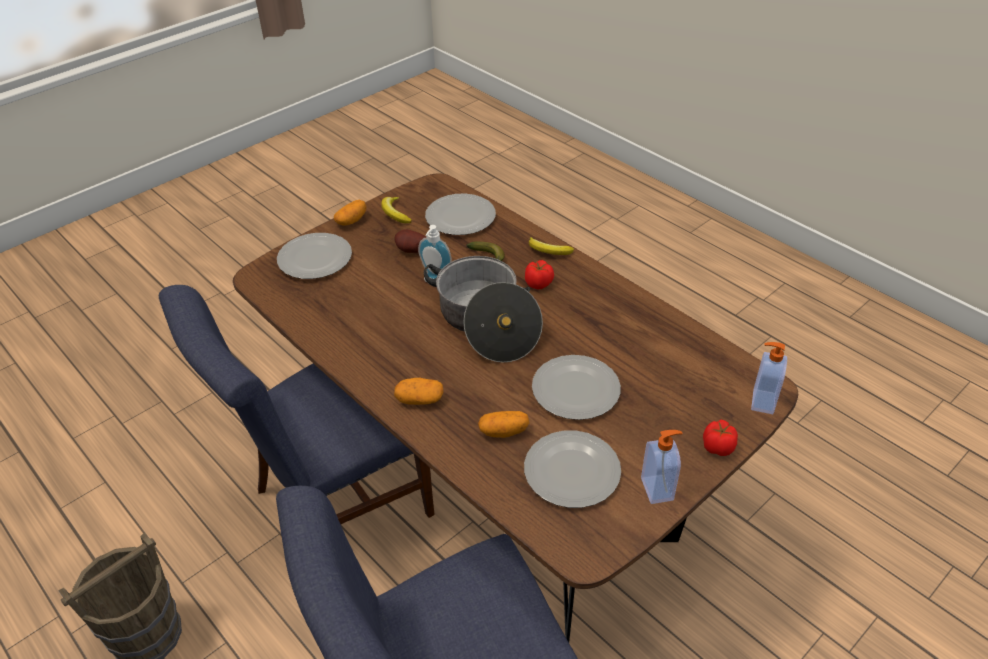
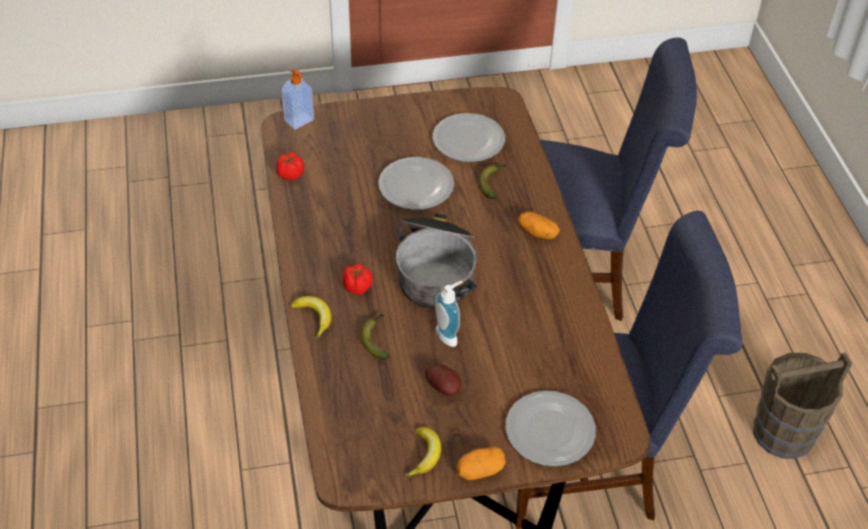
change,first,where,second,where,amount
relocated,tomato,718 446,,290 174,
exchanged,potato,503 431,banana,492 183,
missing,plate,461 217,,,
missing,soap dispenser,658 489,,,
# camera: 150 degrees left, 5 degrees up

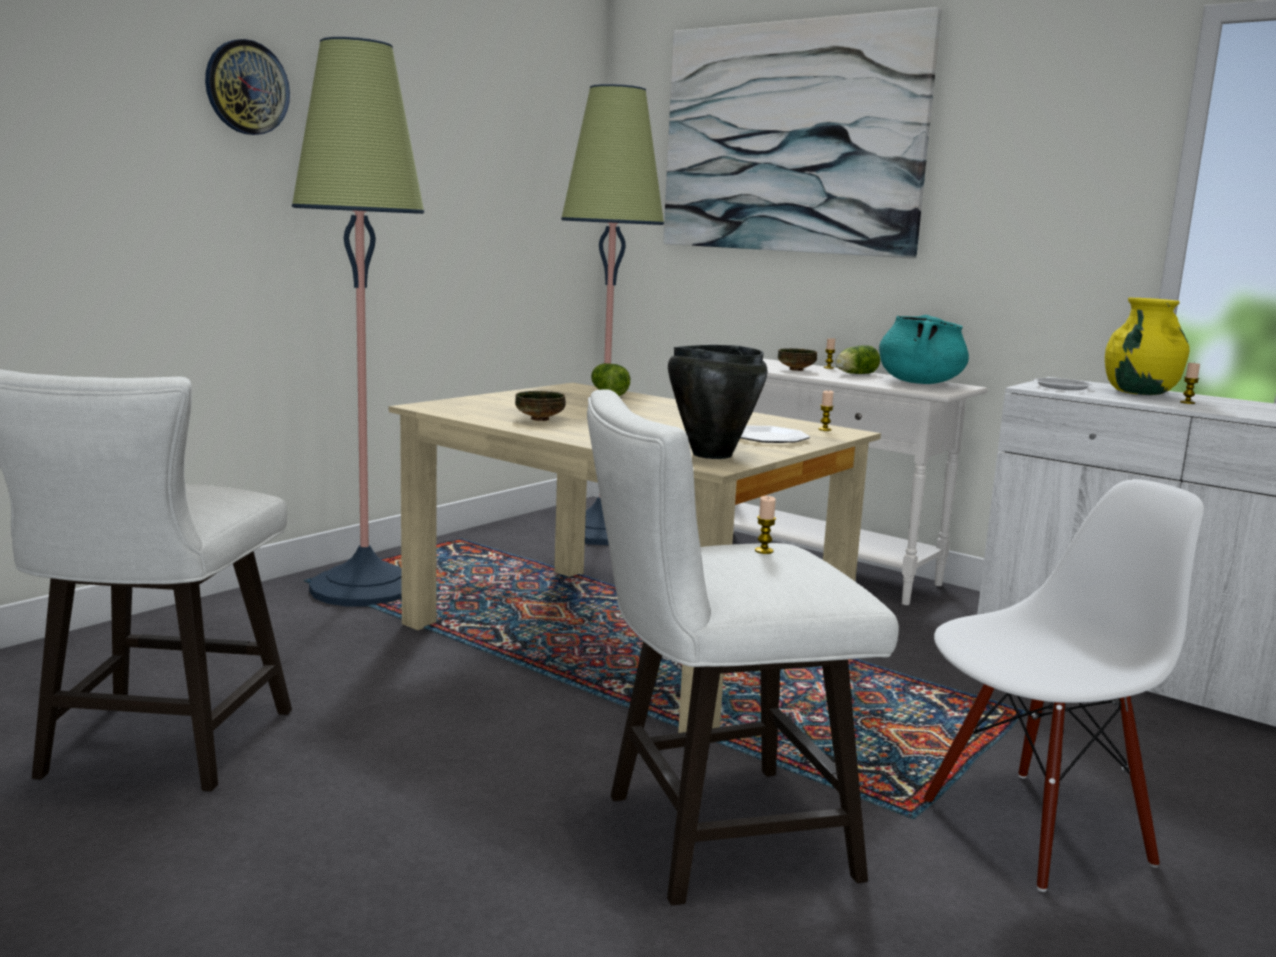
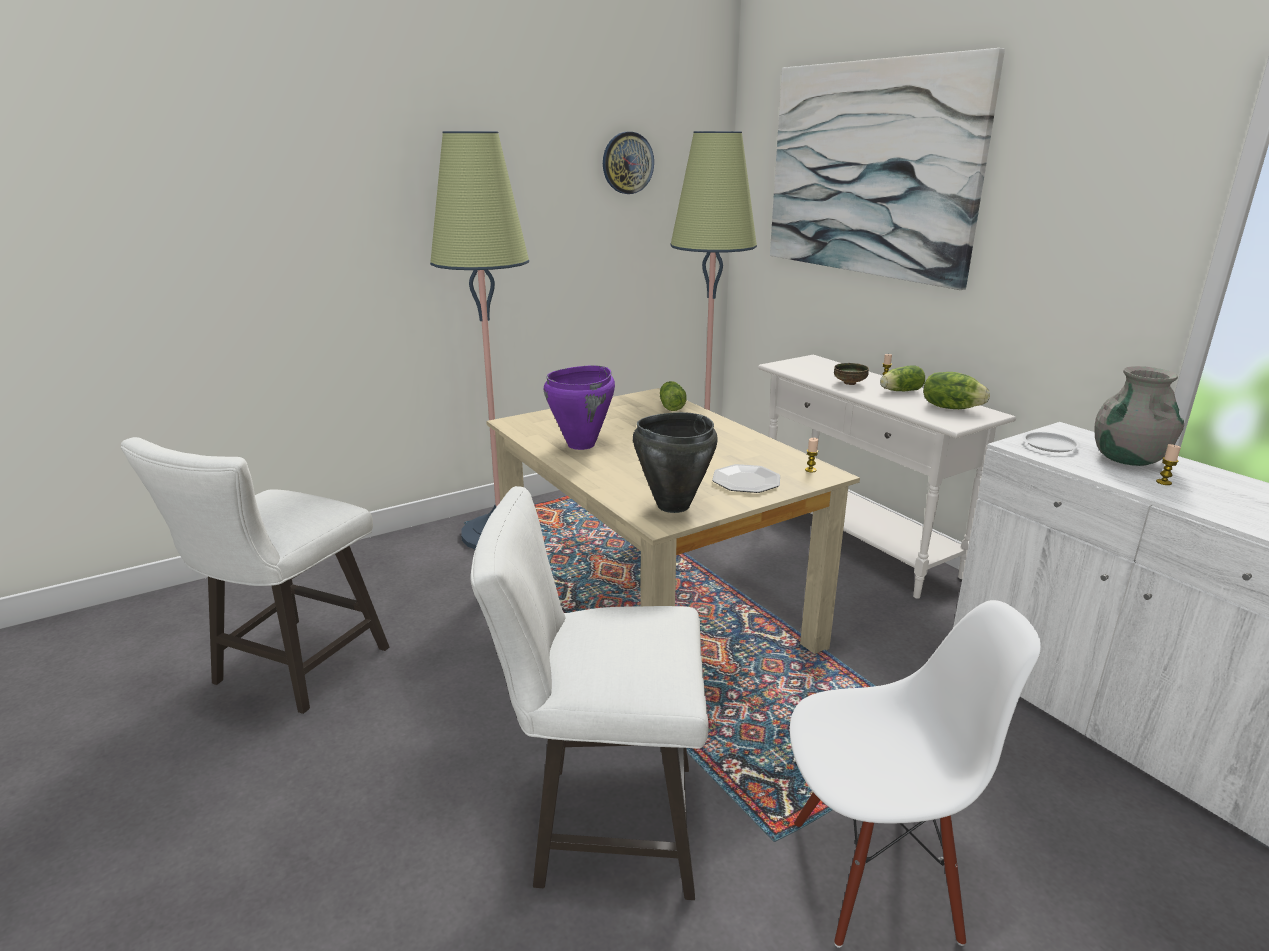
change,first,where,second,where,amount
exchanged,bowl,540 419,cooking pot (purple),582 445,
relocated,wall clock,246 87,,627 163,
exchanged,cooking pot (turquoise),919 383,lettuce,950 407,
colour,vase (yellow),1139 393,vase (grey),1127 459,
missing,candle,764 551,,,
# camera: 20 degrees right, 10 degrees up

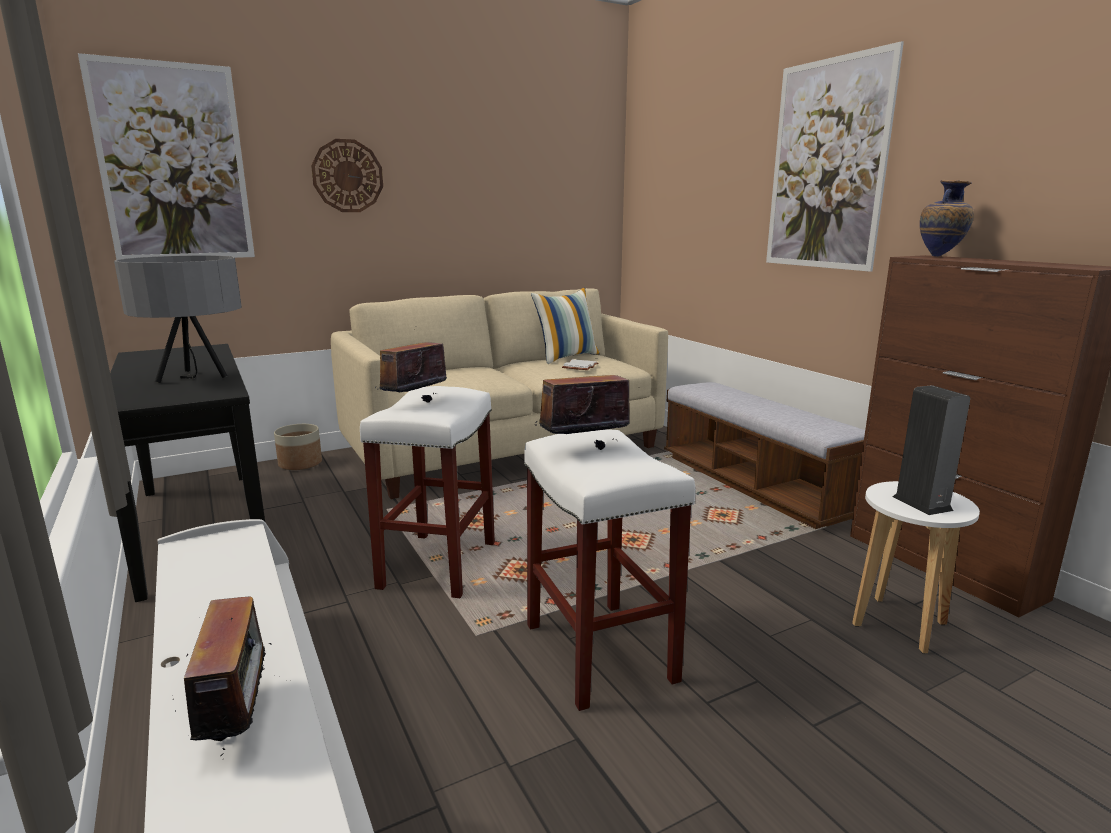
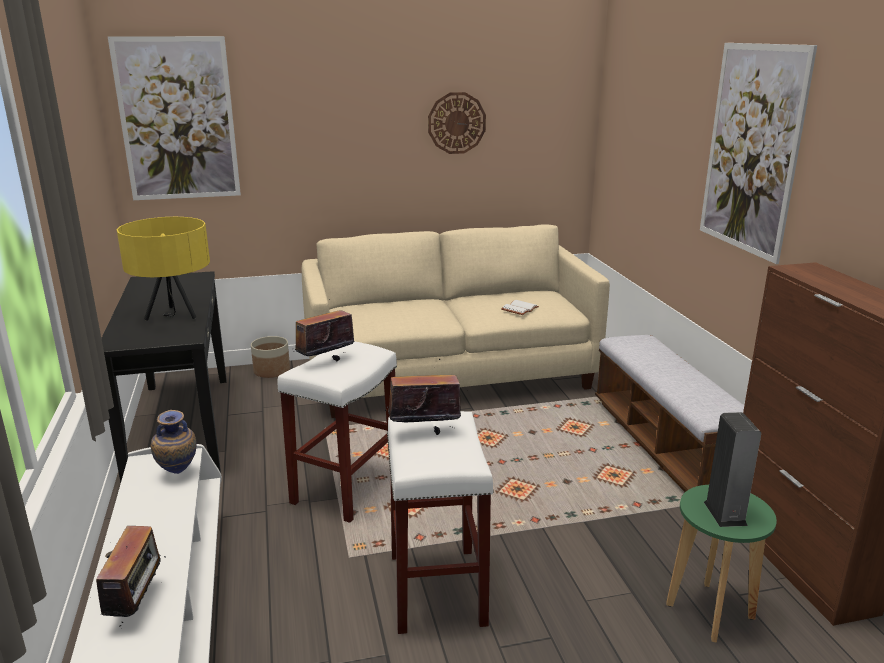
change,first,where,second,where,amount
colour,table lamp (grey),196 378,table lamp (yellow),174 316,
relocated,vase,940 257,,178 474,
relocated,wall clock,347 176,,456 123,
colour,stool (white),899 625,stool (green),710 612,
missing,pillow,566 357,,,
# camera: 15 degrees right, 5 degrees up

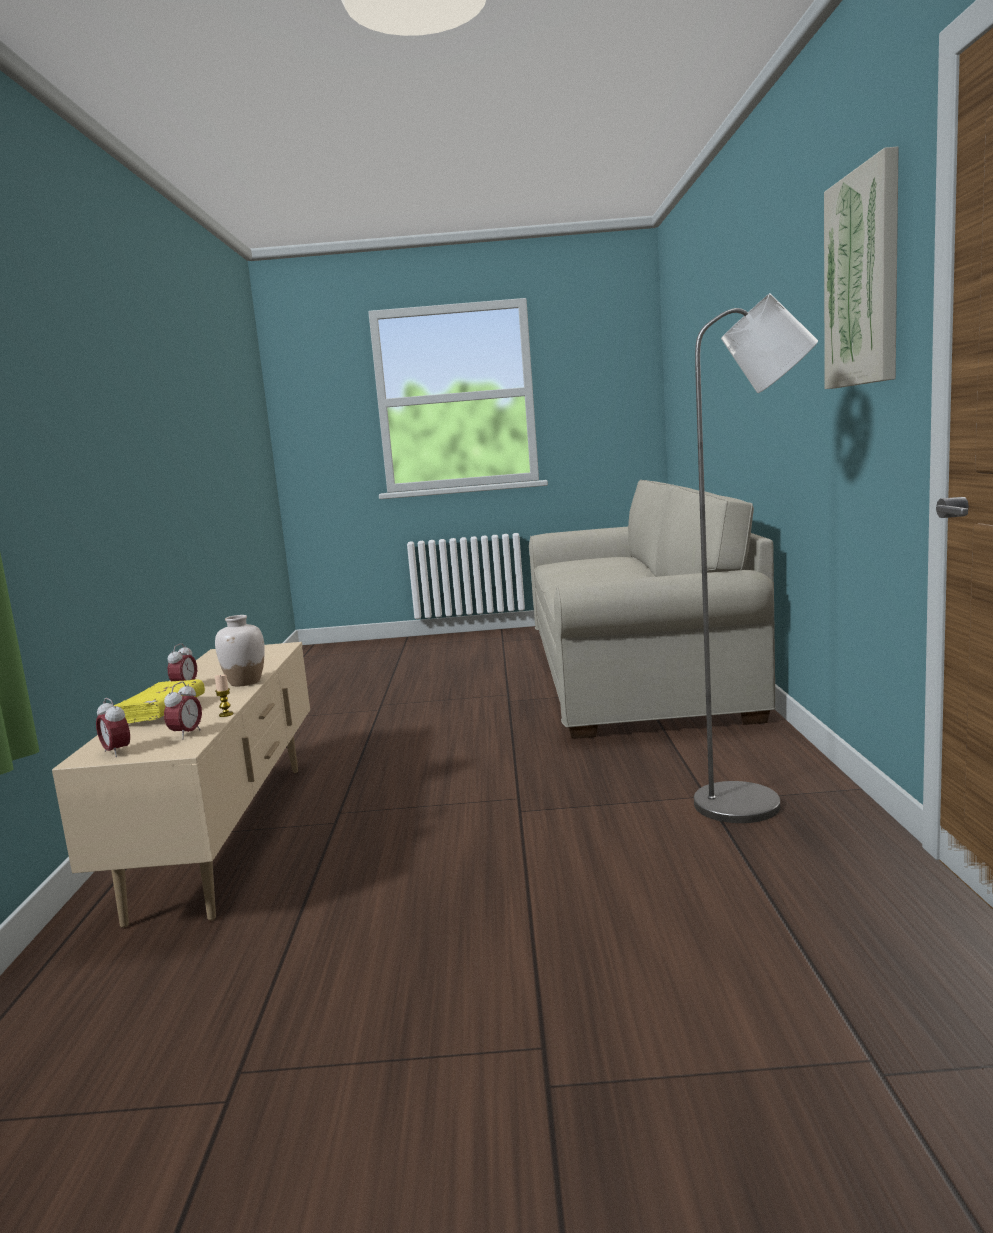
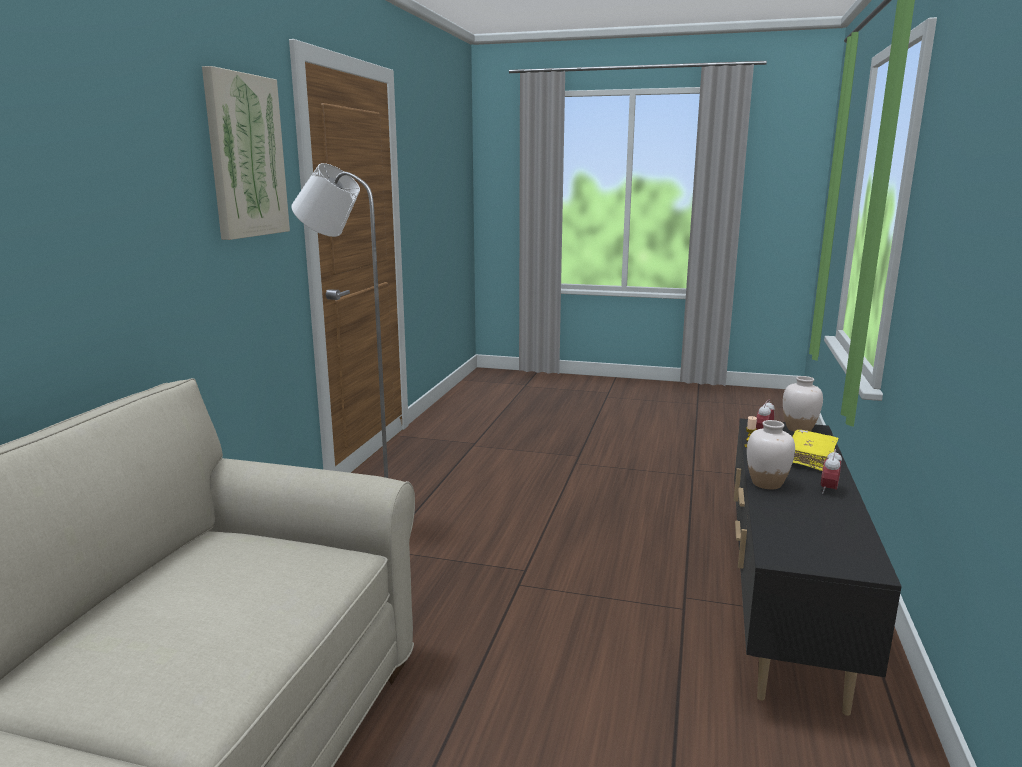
change,first,where,second,where,amount
colour,tv stand (beige),228 834,tv stand (black),783 607,
exchanged,alarm clock,117 752,vase (white),798 429,
# camera: 165 degrees left, 5 degrees up

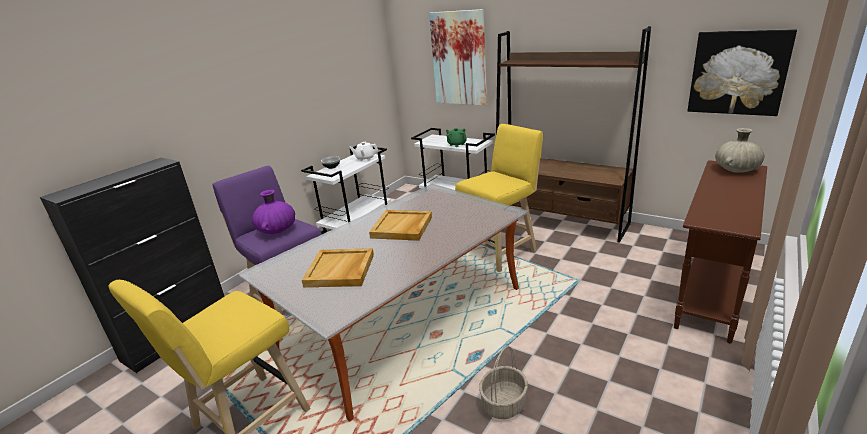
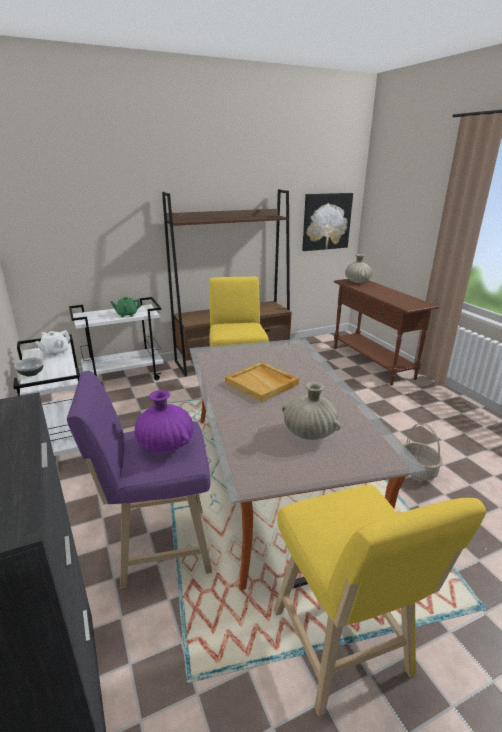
change,first,where,second,where,amount
exchanged,tray (beige),340 270,vase (beige),309 433,
missing,picture,459 59,,,
# camera: 60 degrees left, 0 degrees up

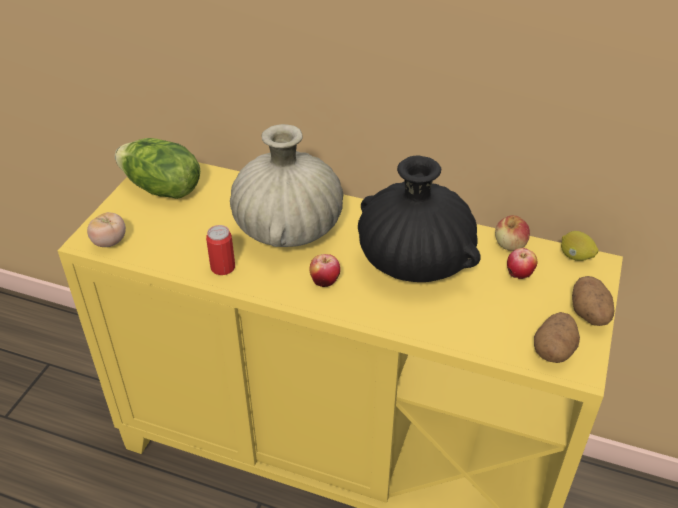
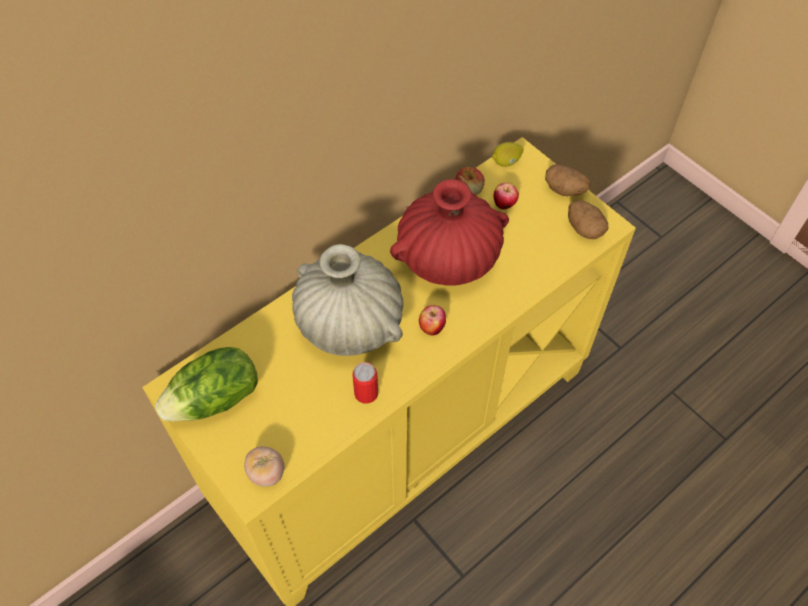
change,first,where,second,where,amount
colour,vase (black),414 262,vase (red),449 259,
# camera: 60 degrees left, 15 degrees up

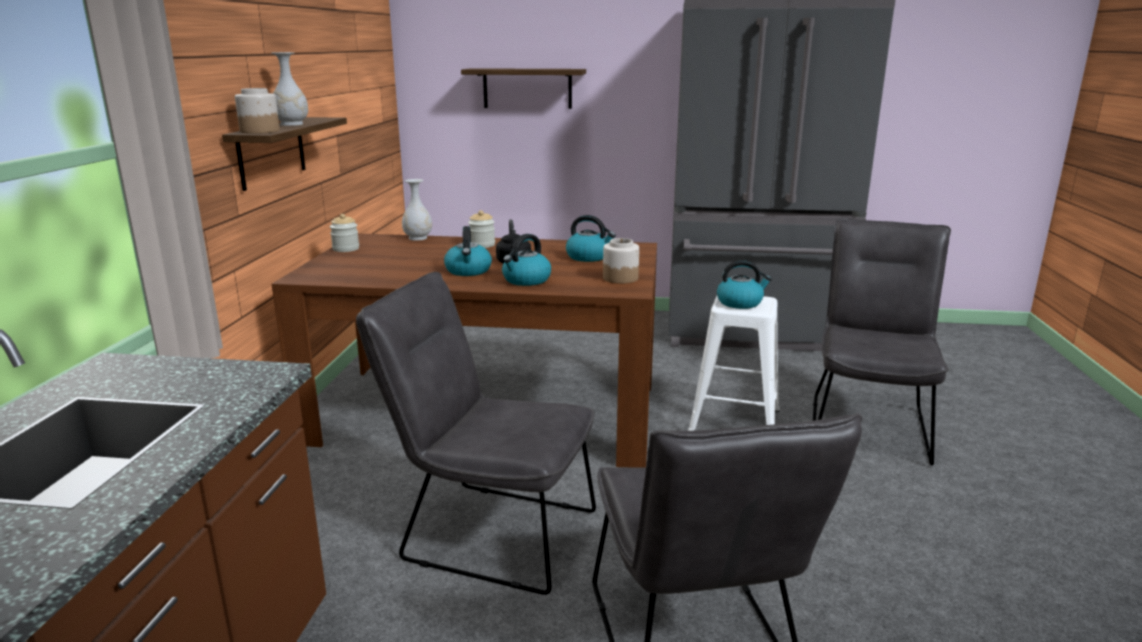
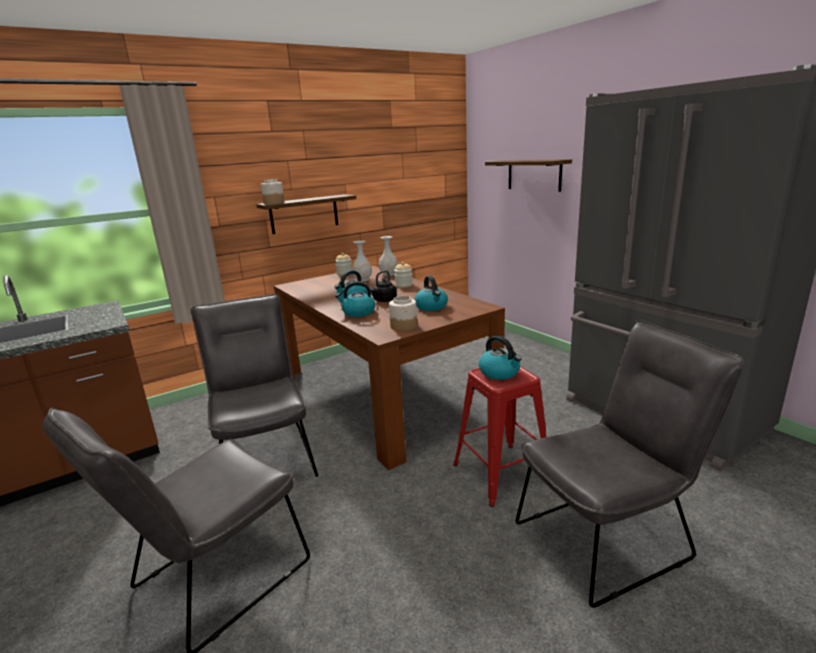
change,first,where,second,where,amount
relocated,vase (white),291 124,,362 280,
colour,stool (white),735 422,stool (red),501 474,
# camera: 50 degrees right, 0 degrees up

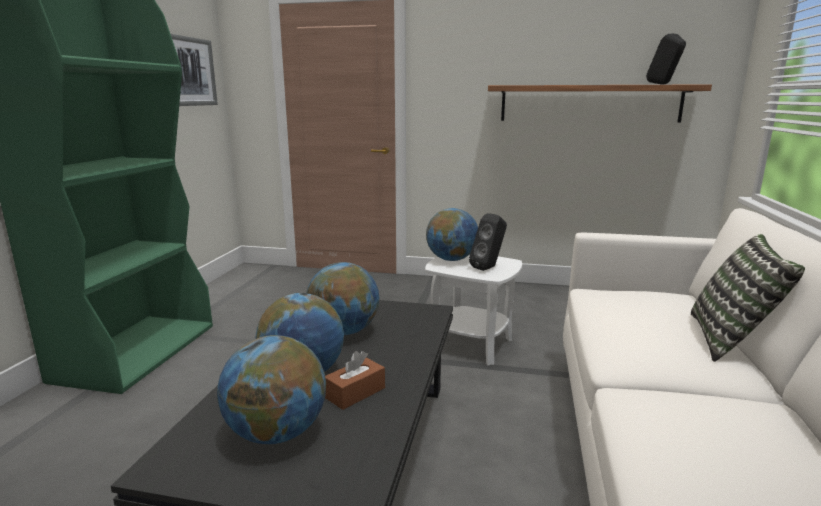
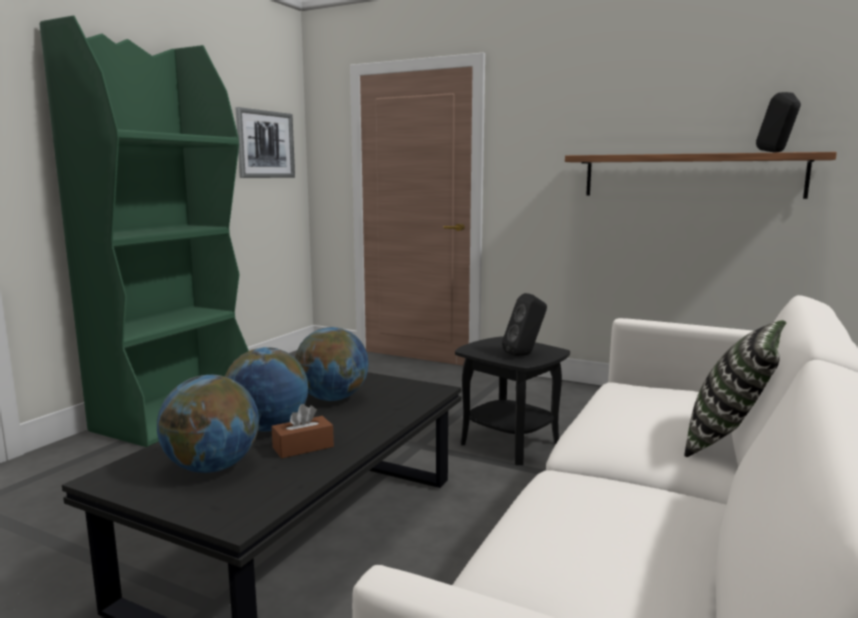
change,first,where,second,where,amount
colour,side table (white),471 344,side table (black),510 443,
missing,globe,451 259,,,
# camera: 15 degrees right, 5 degrees down

